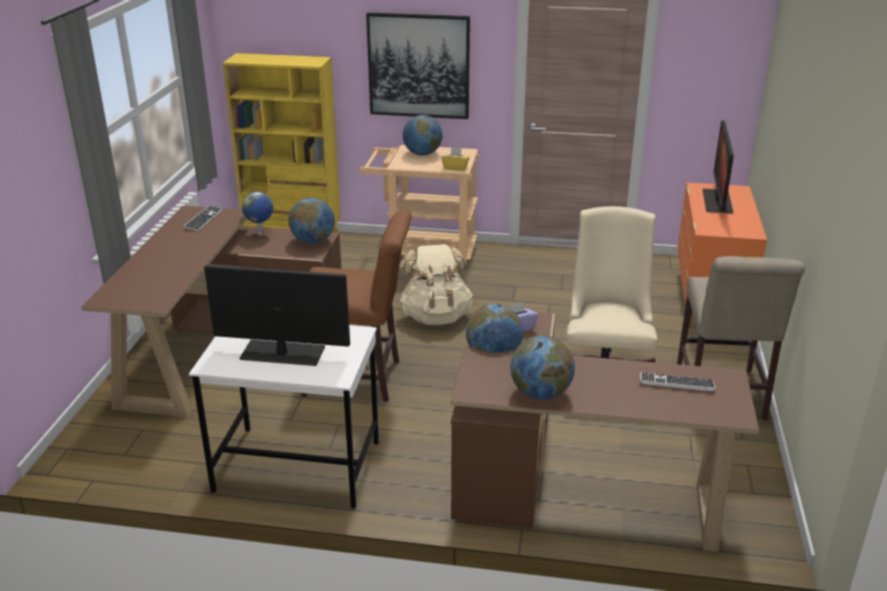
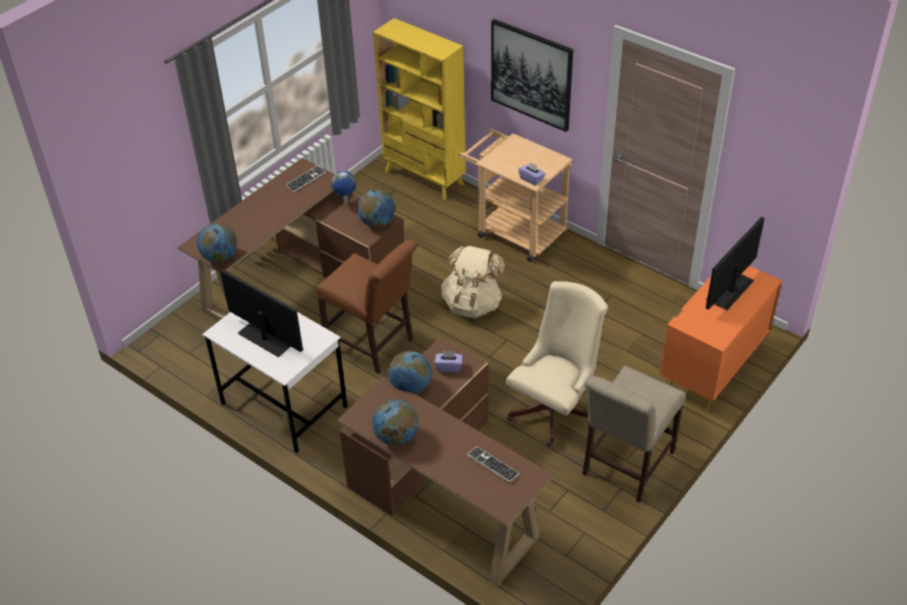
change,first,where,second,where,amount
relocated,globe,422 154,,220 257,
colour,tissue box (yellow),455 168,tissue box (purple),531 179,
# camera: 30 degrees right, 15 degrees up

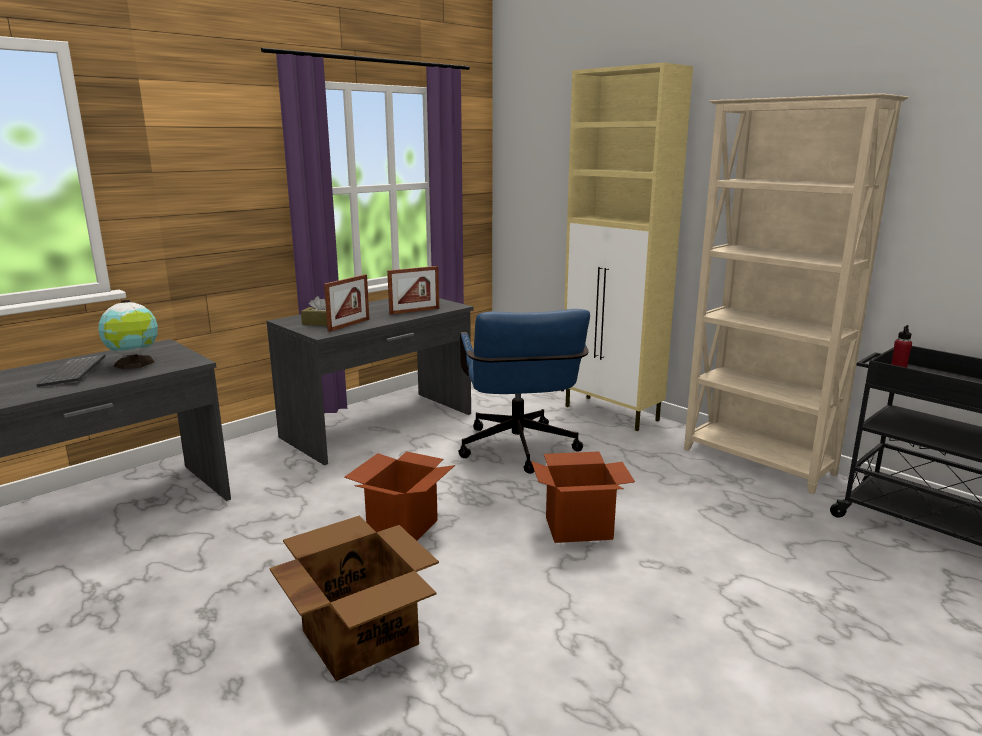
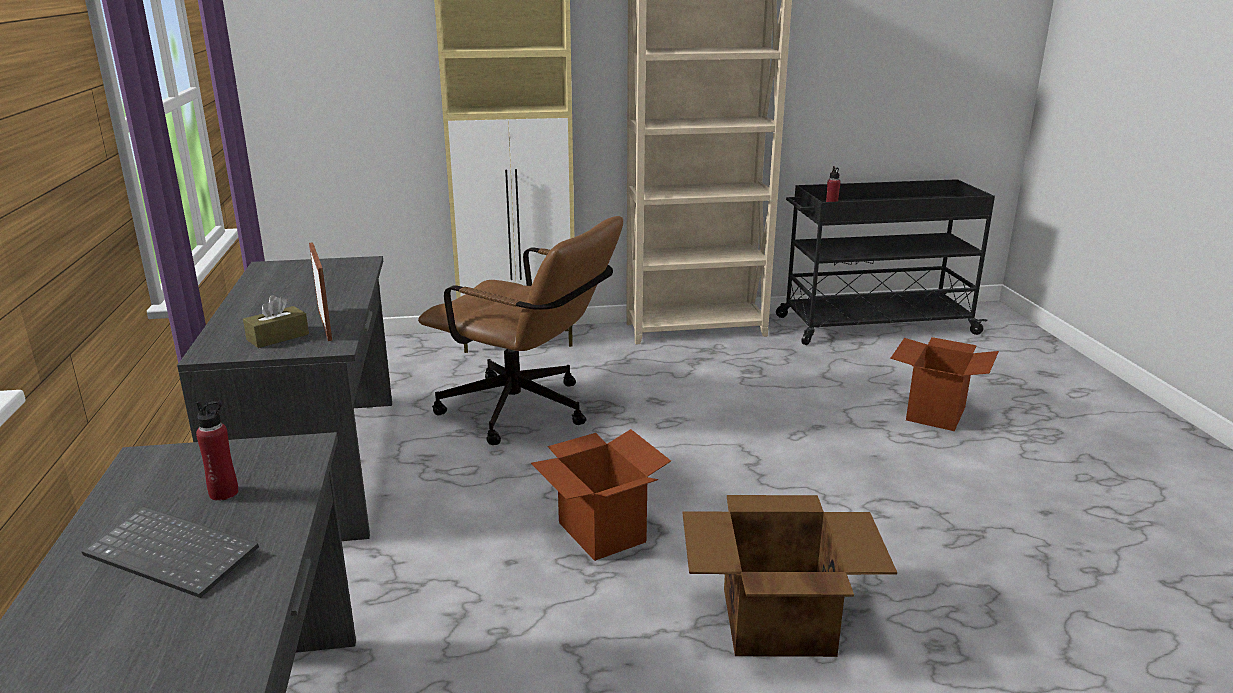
change,first,where,second,where,amount
exchanged,globe,135 364,bottle (red),224 493,
colour,office chair (blue),519 452,office chair (brown),527 412,
relocated,cardboard box,579 528,,935 413,
missing,picture frame,414 311,,,
# camera: 55 degrees left, 5 degrees up

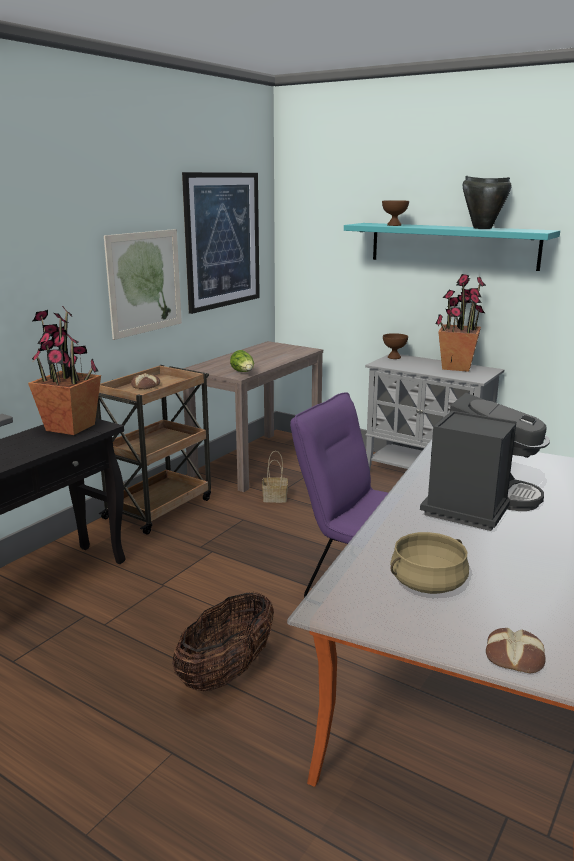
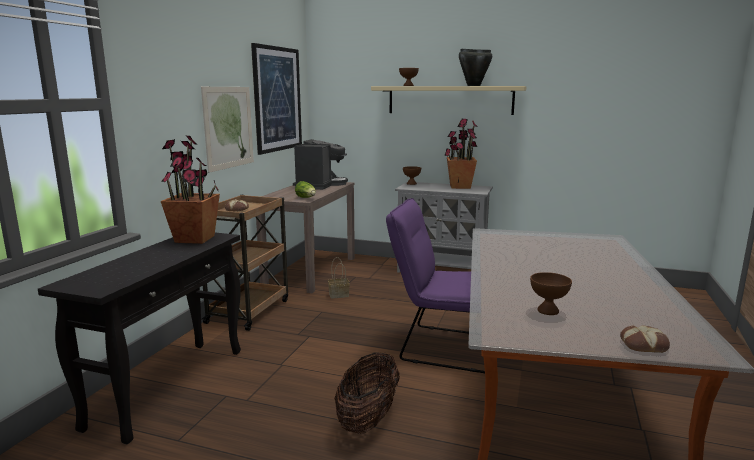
change,first,where,second,where,amount
relocated,coffee machine,478 503,,320 185,
colour,shelf (turquoise),452 245,shelf (beige),449 100,
exchanged,cooking pot (beige),427 583,bowl (brown),547 310,
# camera: 15 degrees left, 5 degrees down

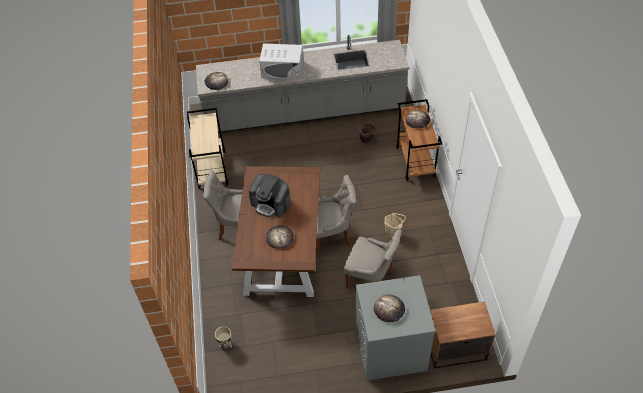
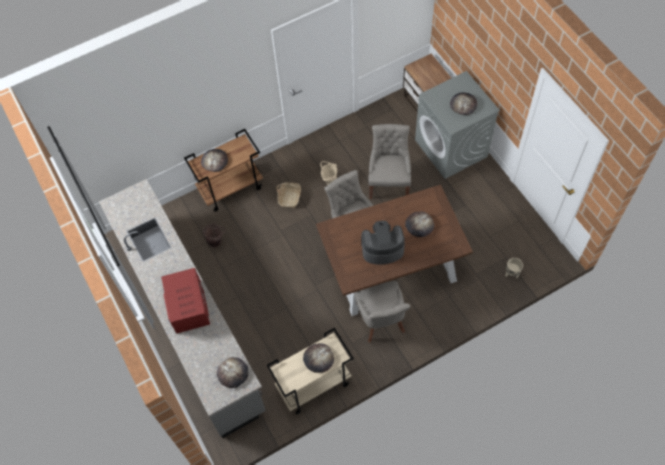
change,first,where,second,where,amount
colour,microwave (white),282 70,microwave (red),188 306,
appeared,,,basket,289 197,
appeared,,,bread,318 358,
spun,coffee machine,271 203,,382 249,105 degrees counterclockwise
# camera: 110 degrees left, 10 degrees up

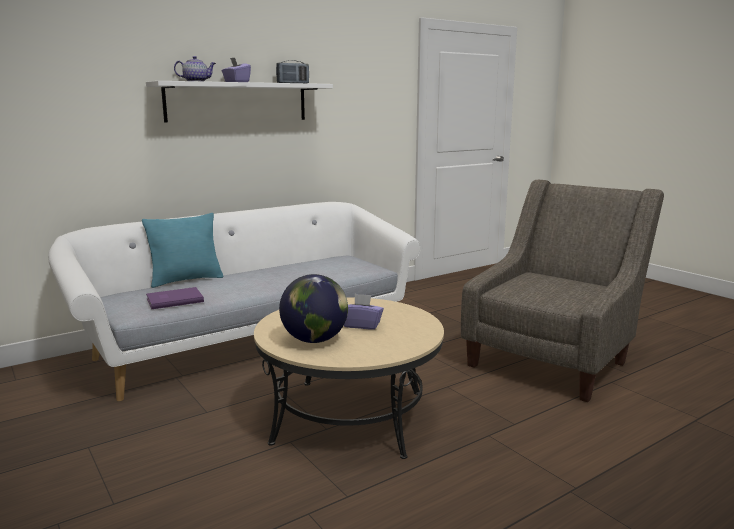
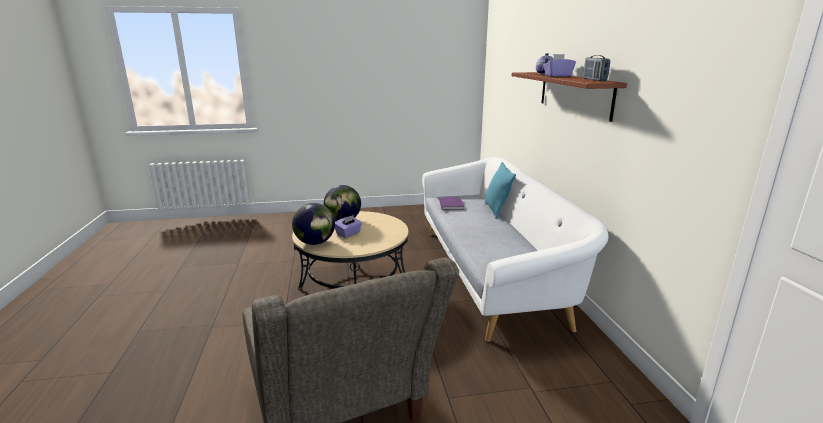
change,first,where,second,where,amount
appeared,,,globe,315 243,
colour,shelf (white),237 102,shelf (brown),574 94,
# camera: 115 degrees right, 5 degrees up

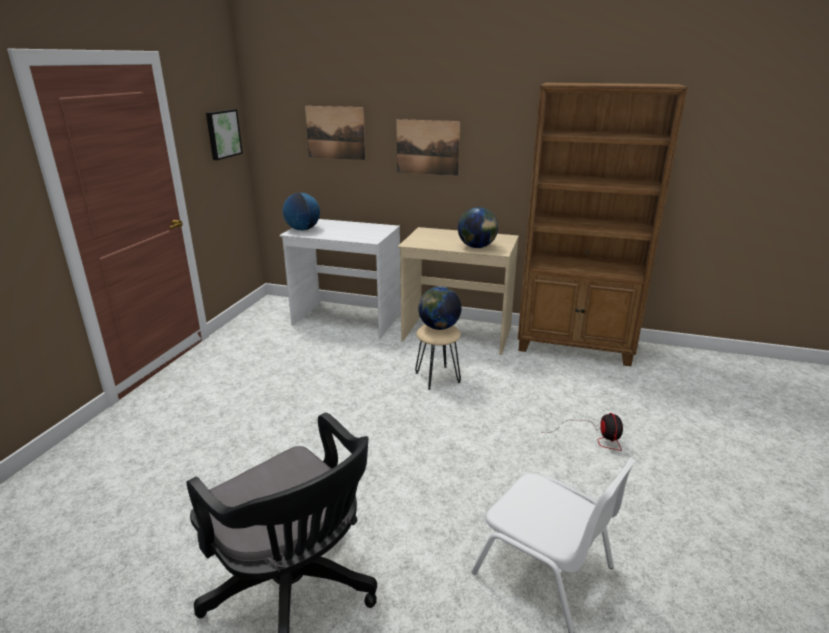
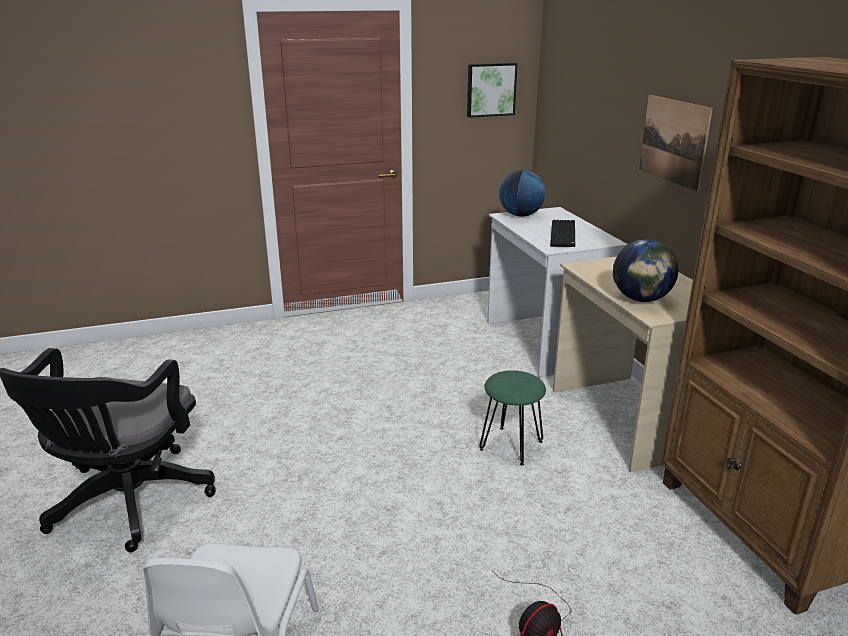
change,first,where,second,where,amount
colour,stool (beige),437 377,stool (green),510 445,
appeared,,,keyboard,564 235,
missing,picture,335 133,,,
missing,globe,439 327,,,
# camera: 55 degrees right, 0 degrees up

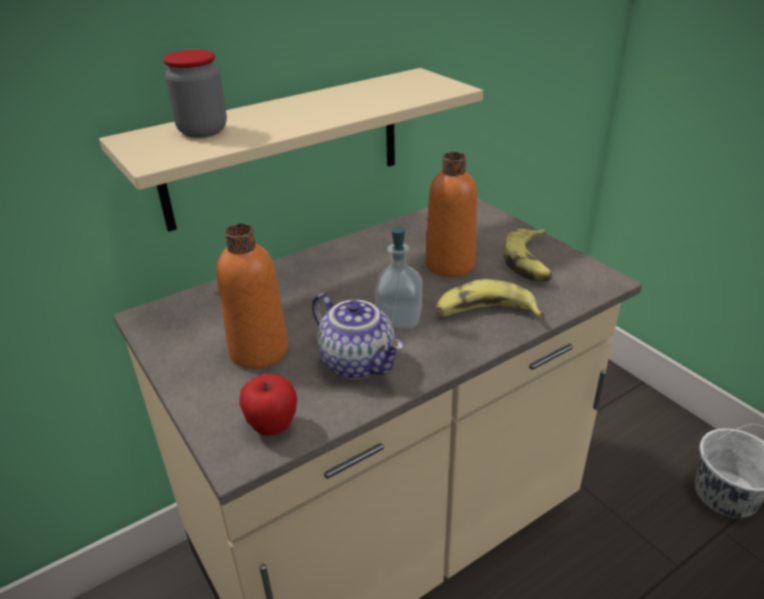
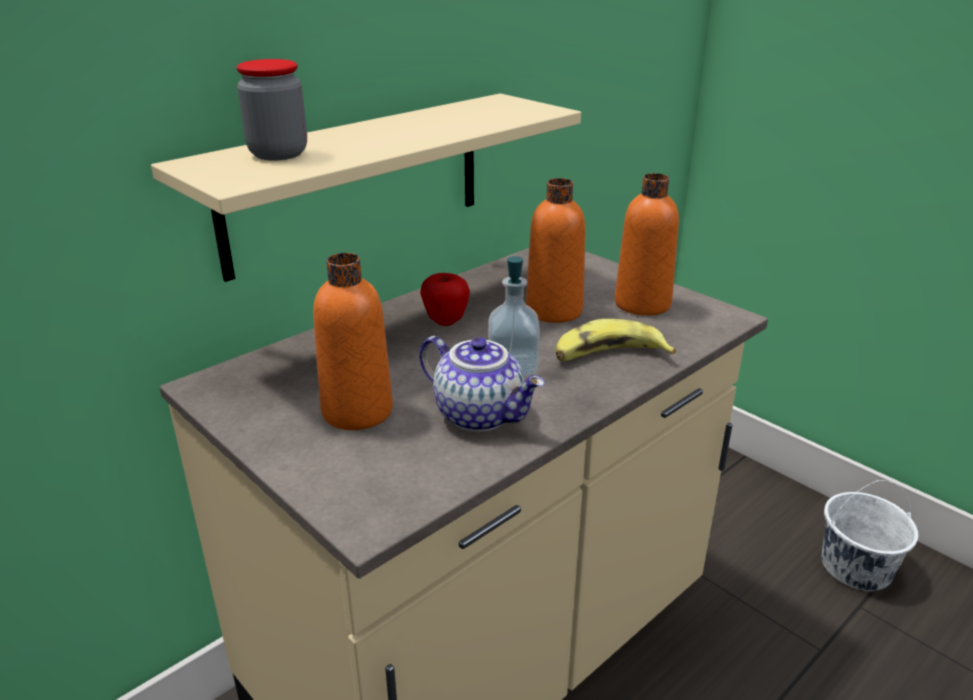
change,first,where,second,where,amount
relocated,apple,272 427,,445 321,
exchanged,banana,530 263,bottle (orange),642 304,
# camera: 10 degrees left, 5 degrees down

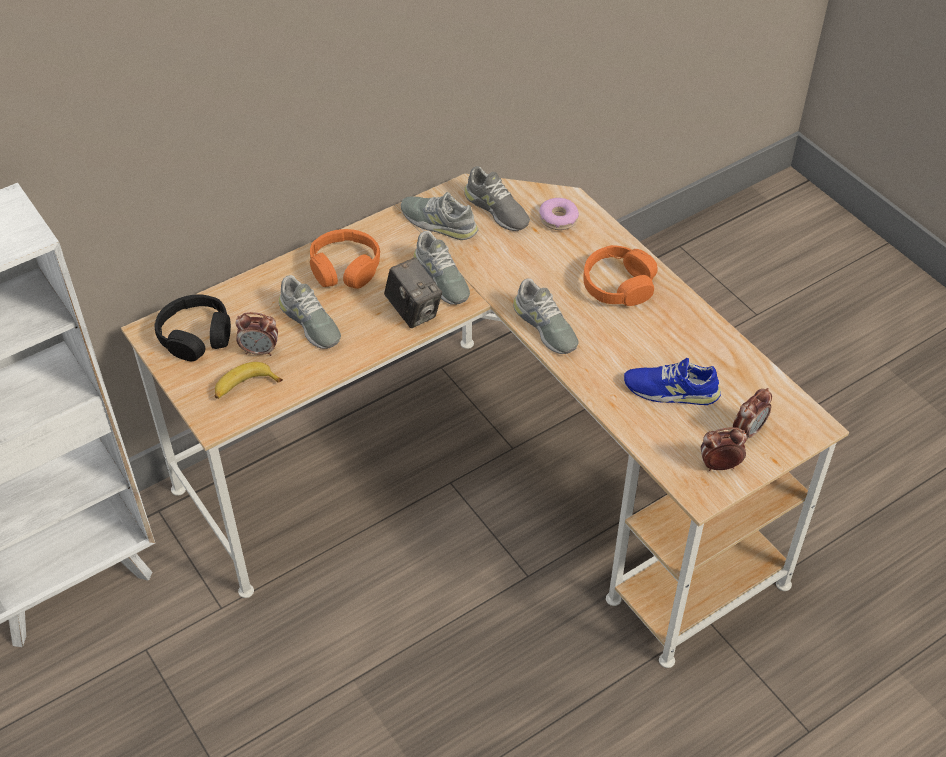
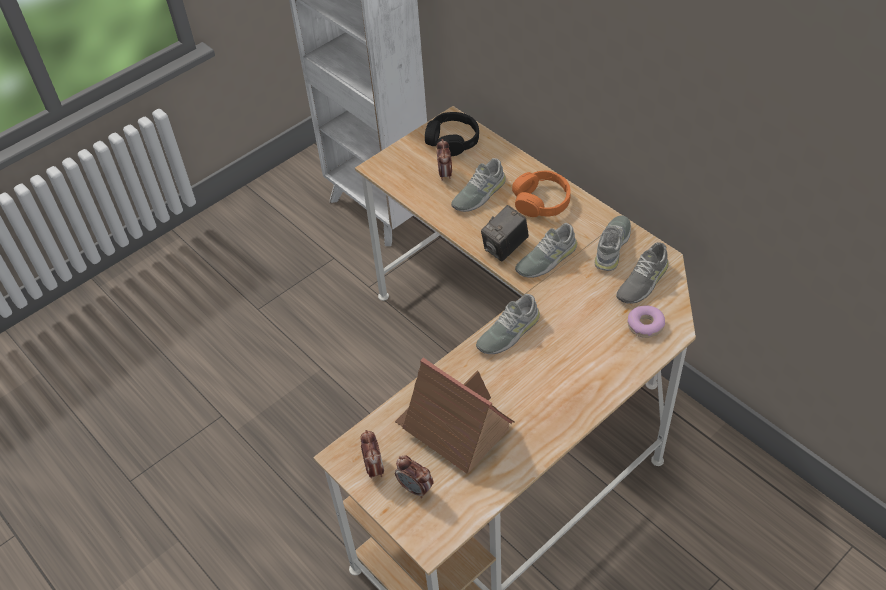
change,first,where,second,where,amount
exchanged,shoe (blue),671 390,toy house,453 427,
missing,banana,245 387,,,
missing,headphones (orange),618 285,,,
# camera: 85 degrees right, 0 degrees up

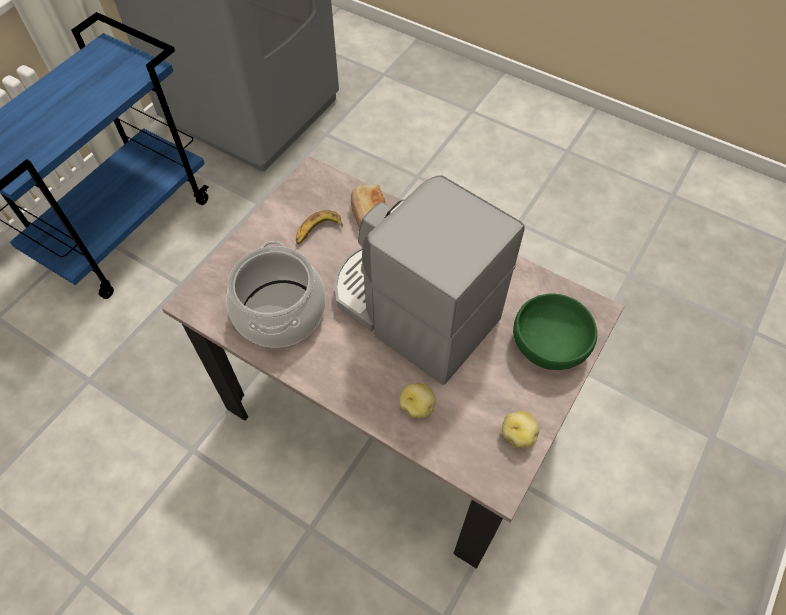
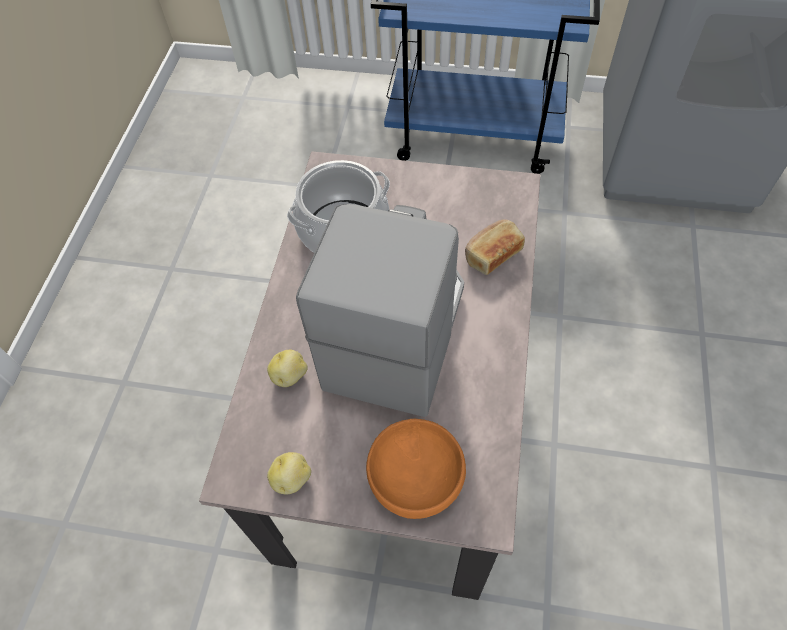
change,first,where,second,where,amount
colour,bowl (green),550 345,bowl (orange),415 479,
missing,banana,317 231,,,
# camera: 70 degrees right, 0 degrees up

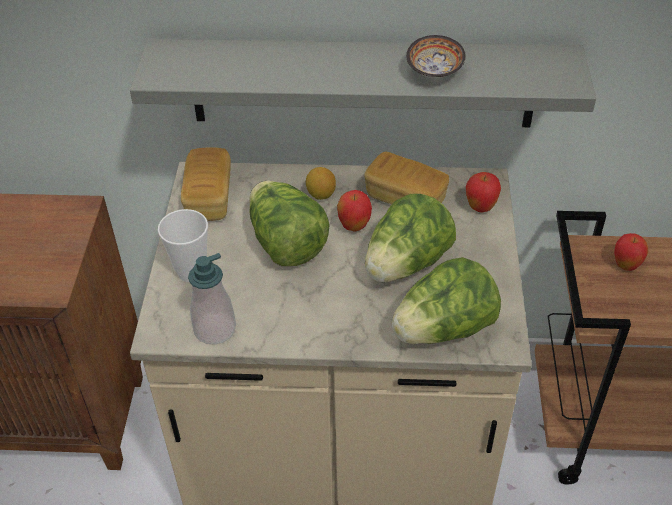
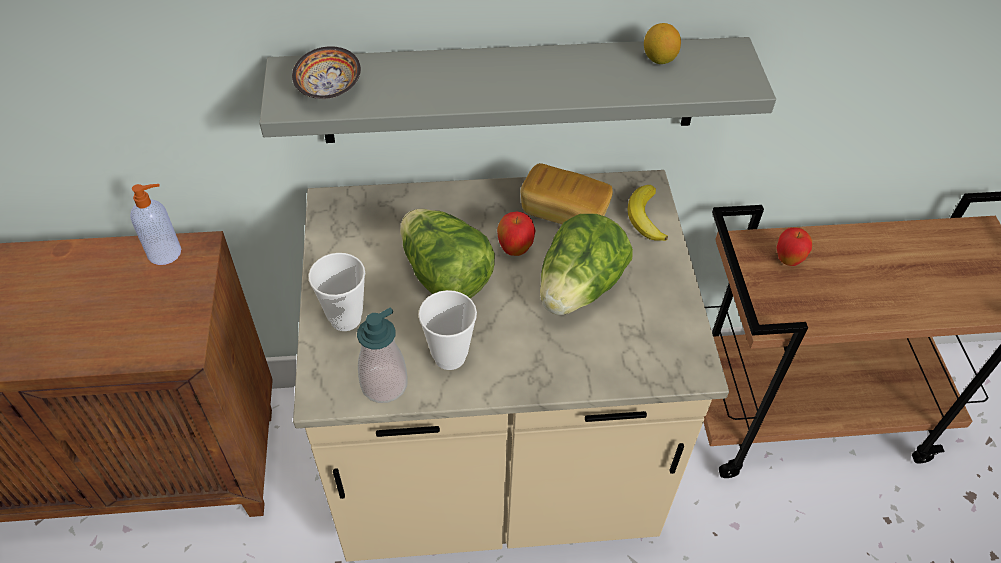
change,first,where,second,where,amount
appeared,,,soap dispenser,166 252,
relocated,bowl,434 72,,329 89,
appeared,,,cup,449 356,
exchanged,apple,480 208,banana,645 217,
relocated,lemon,321 195,,659 59,
missing,bread,209 198,,,
missing,lettuce,444 329,,,
# camera: 10 degrees left, 5 degrees up

